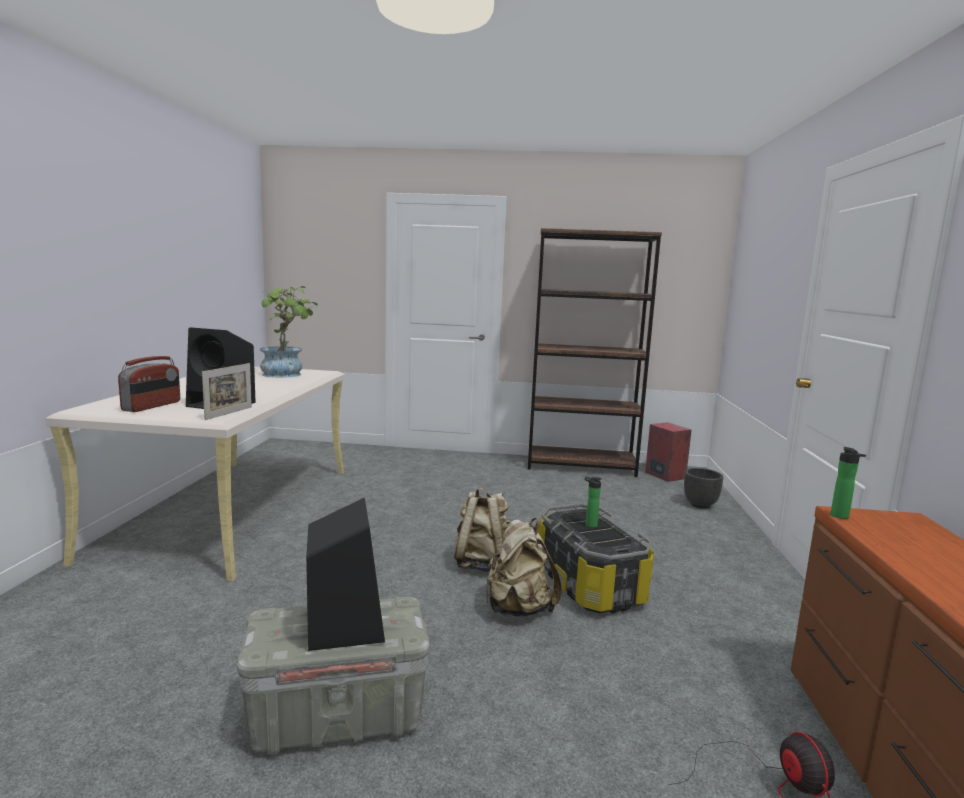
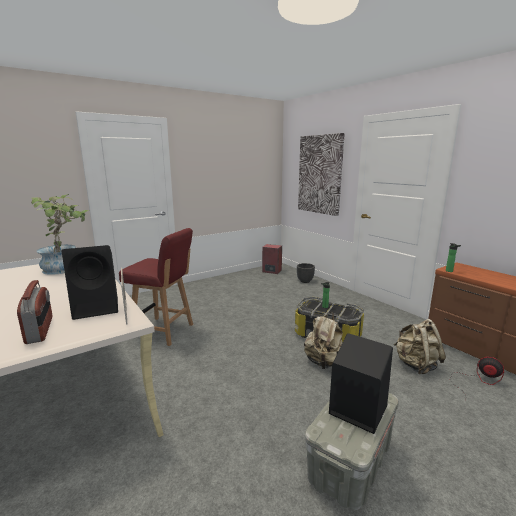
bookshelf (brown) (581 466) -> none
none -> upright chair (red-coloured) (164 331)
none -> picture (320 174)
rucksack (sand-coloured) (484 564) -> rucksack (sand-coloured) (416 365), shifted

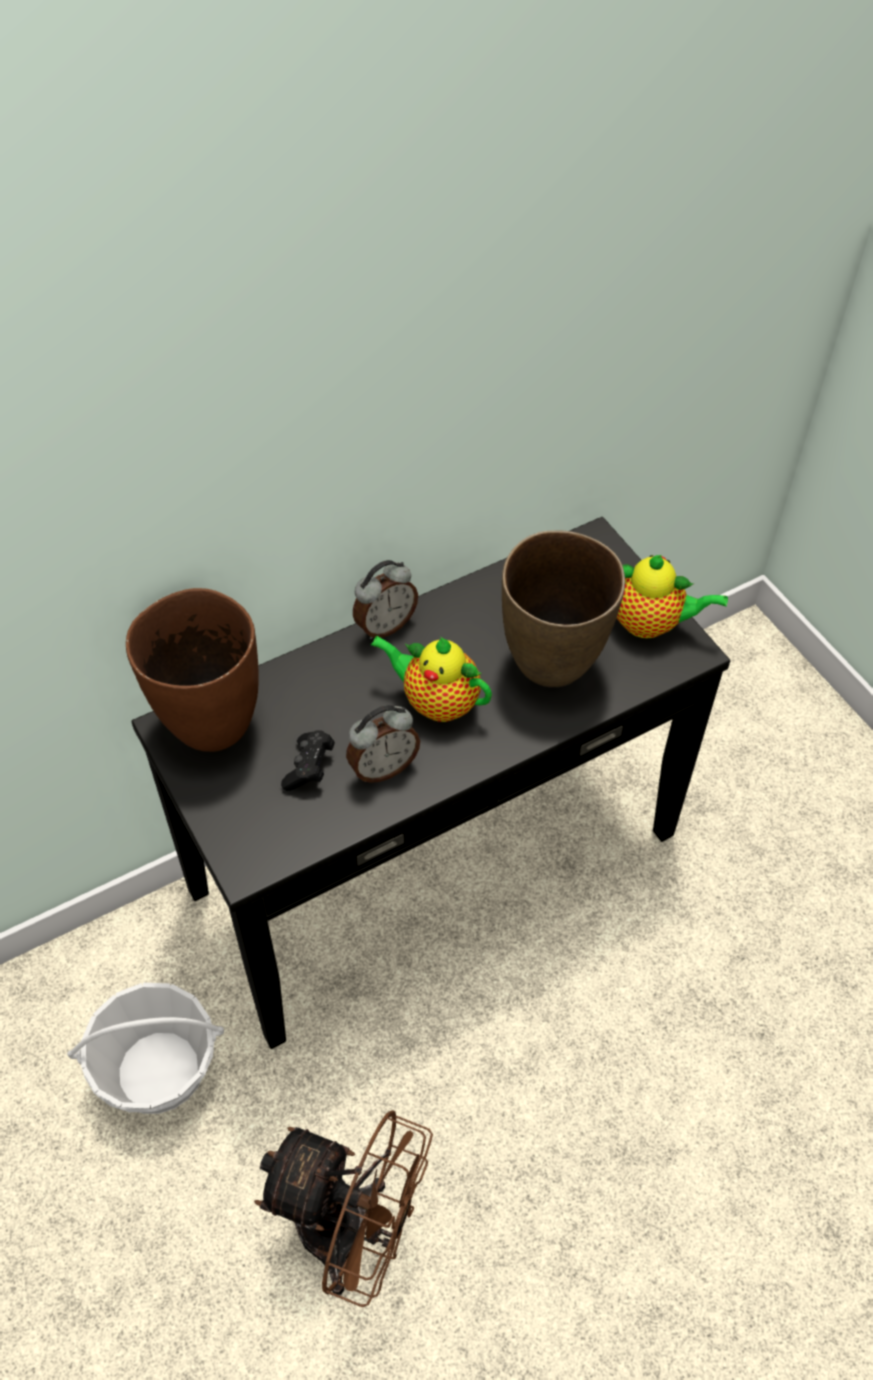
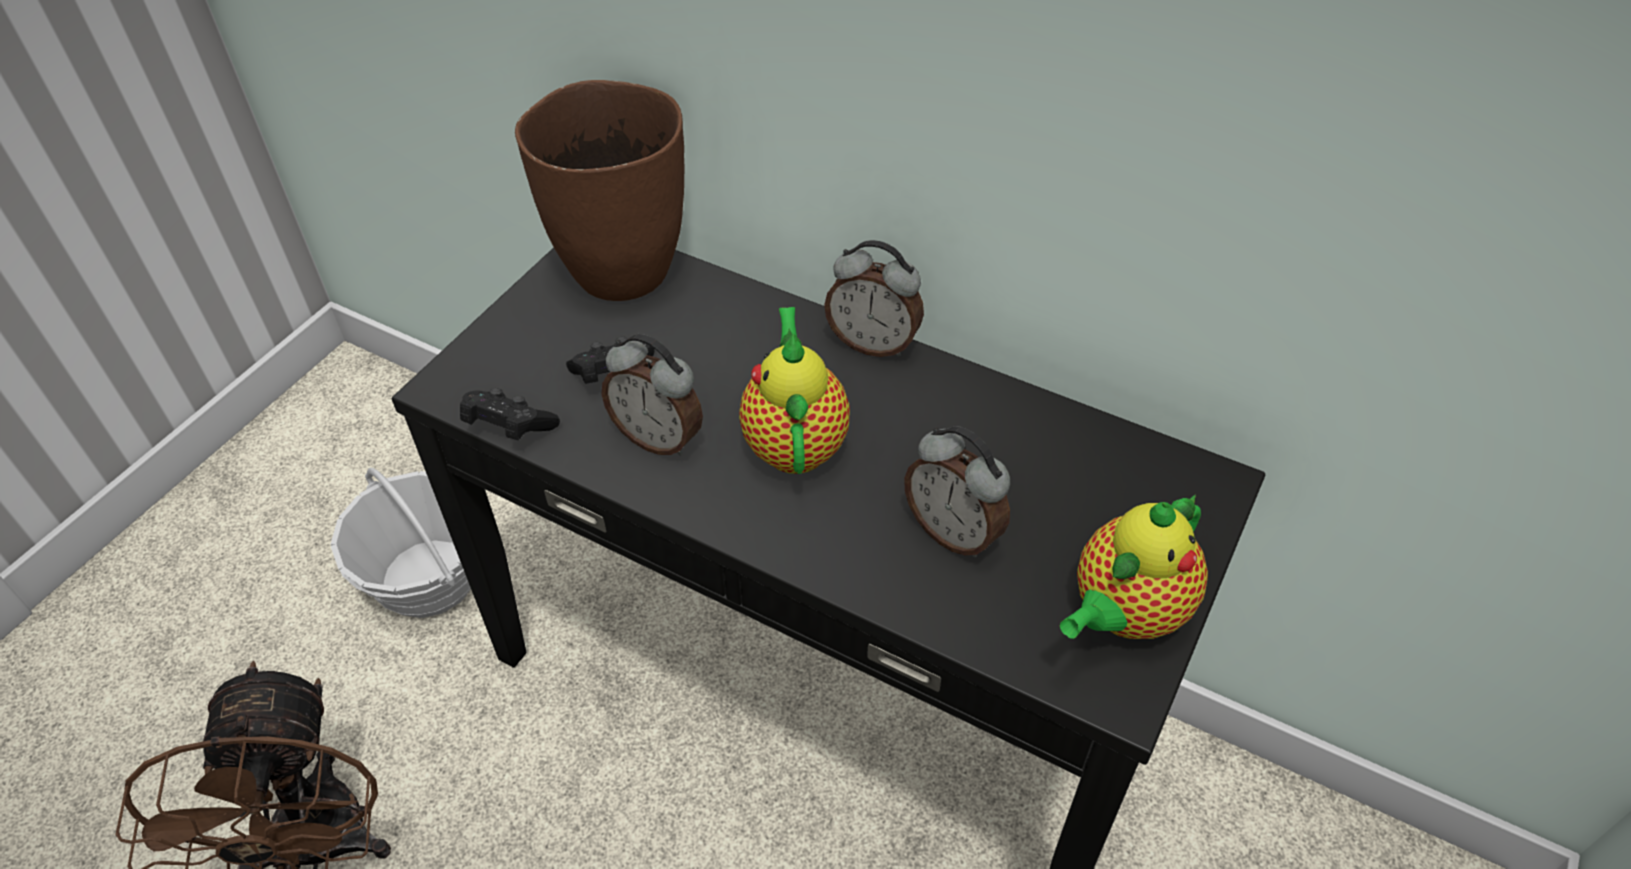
none -> game controller (black-coloured) (509 427)
vase (brown) (553 663) -> alarm clock (954 532)
teapot (650 623) -> teapot (1124 614), 60 degrees clockwise

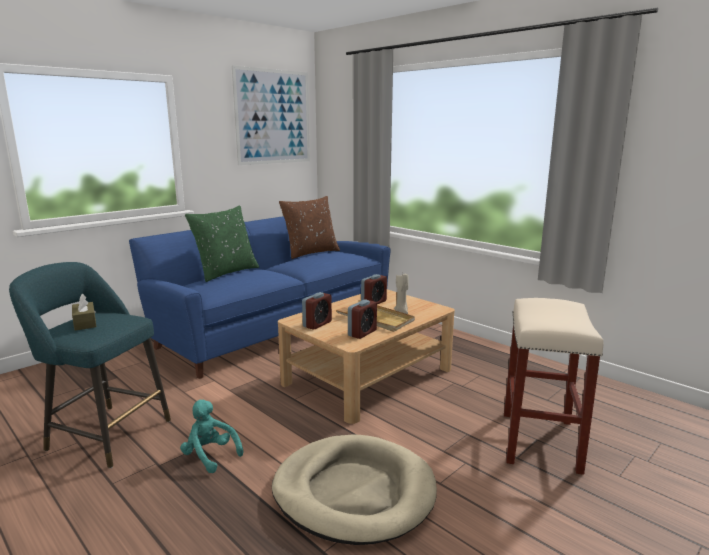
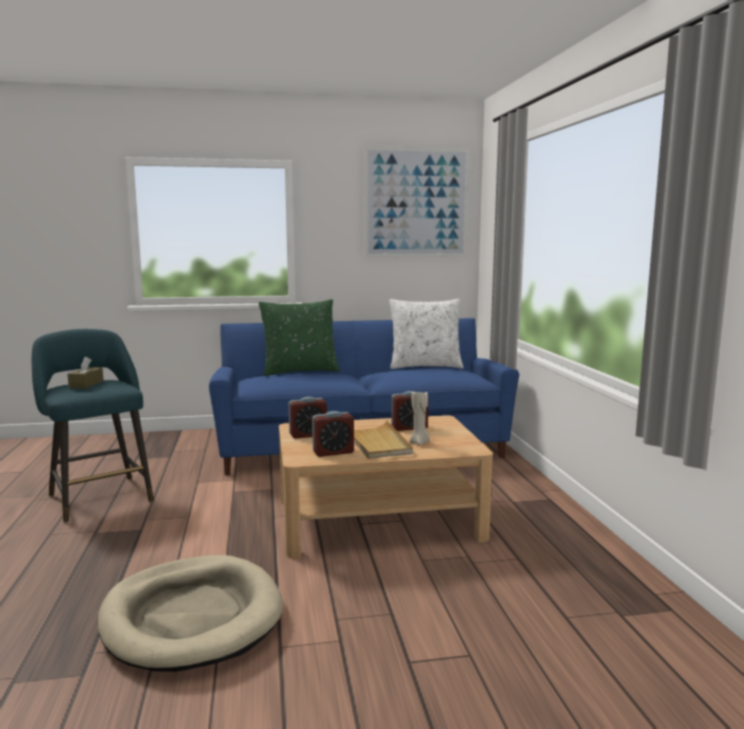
plush toy (turquoise-coloured) (210 456) -> none
stool (sand-coloured) (541 442) -> none
throw pillow (brown) (310 253) -> throw pillow (white-coloured) (425 366)

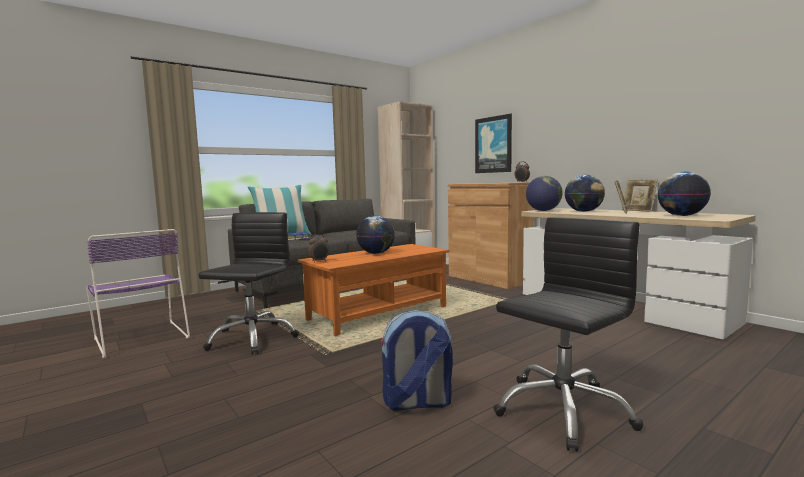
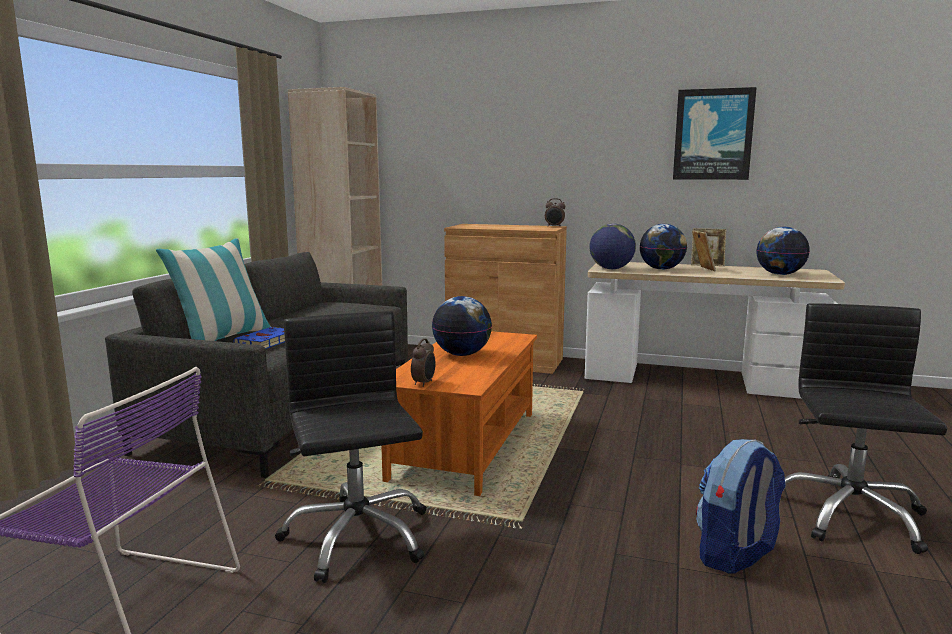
picture (493 144) -> picture (713 134), shifted

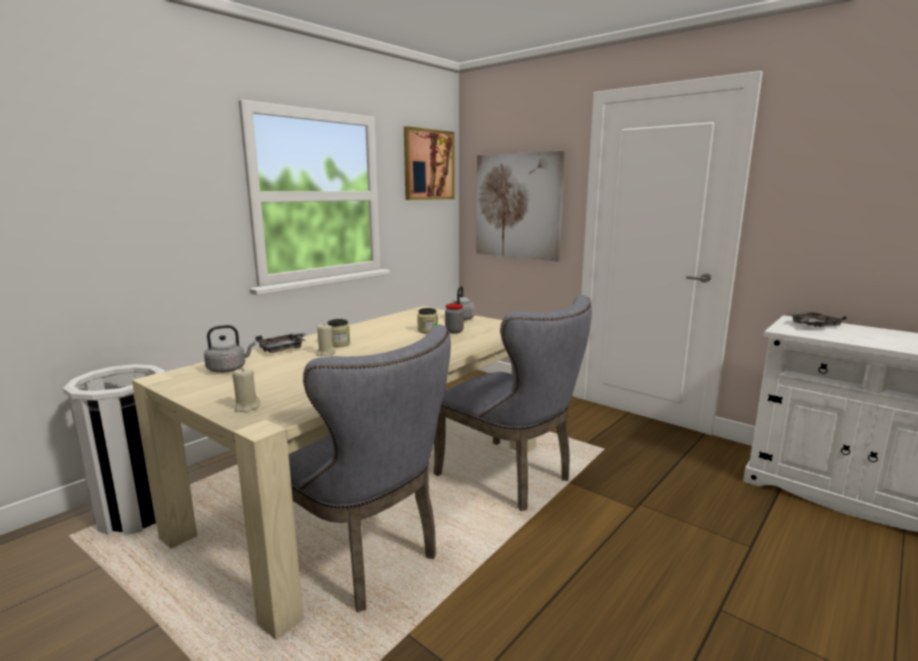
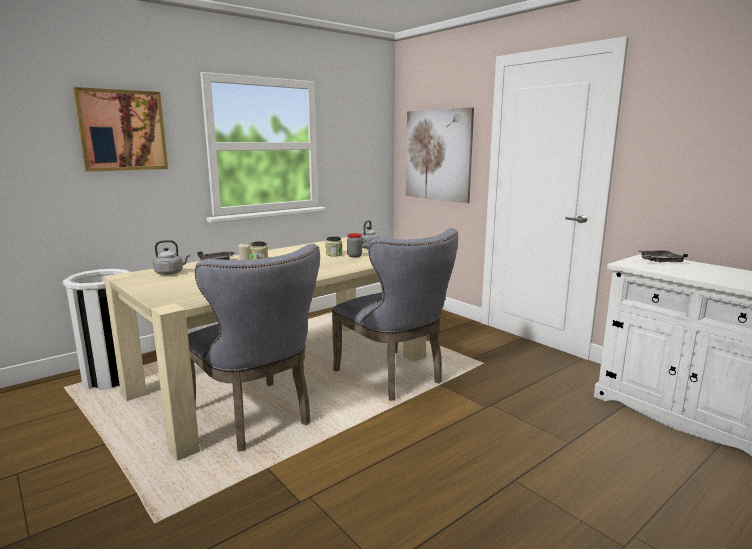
wax light (sand-coloured) (247 407) -> none
picture (428 165) -> picture (122 130), shifted

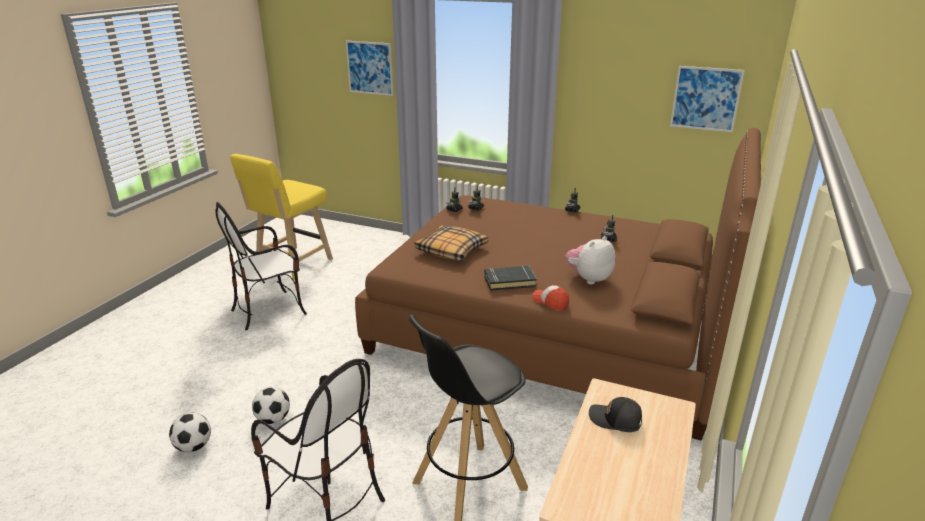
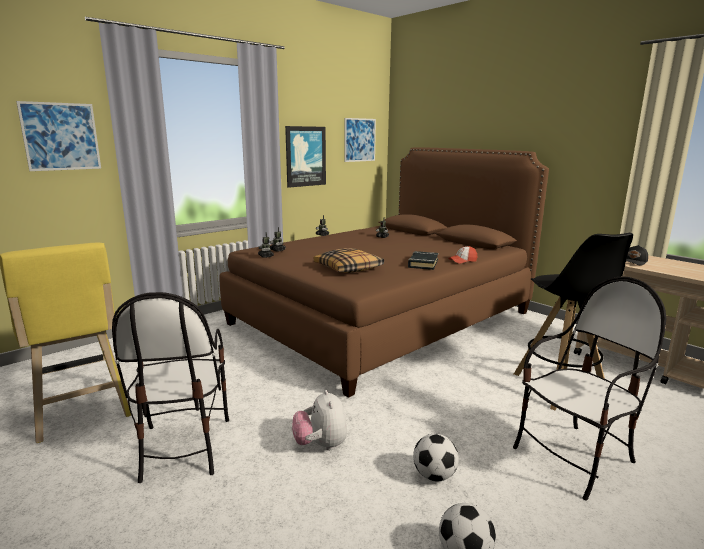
none -> picture (305 156)
plush toy (588 278) -> plush toy (321 445), shifted

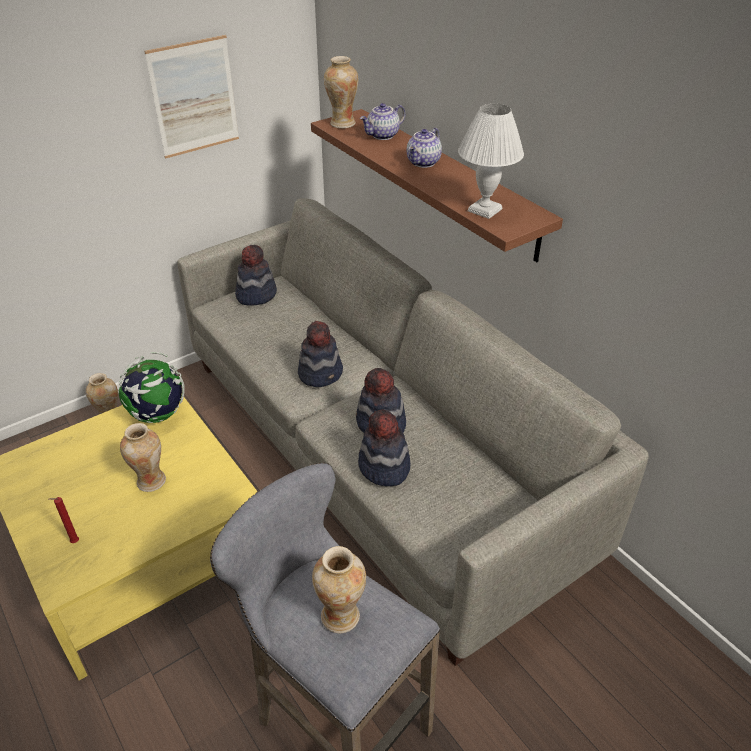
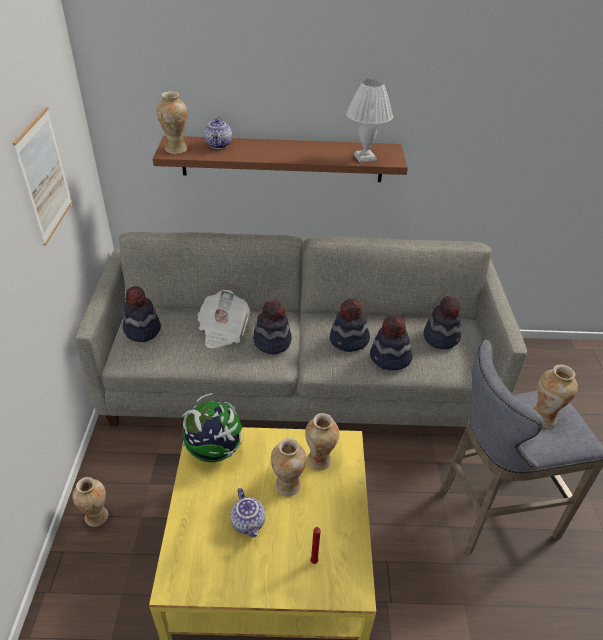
none -> daily paper (223 331)
none -> vase (319 460)
none -> clothing hat (441 337)
teapot (424 163) -> teapot (249 522), shifted

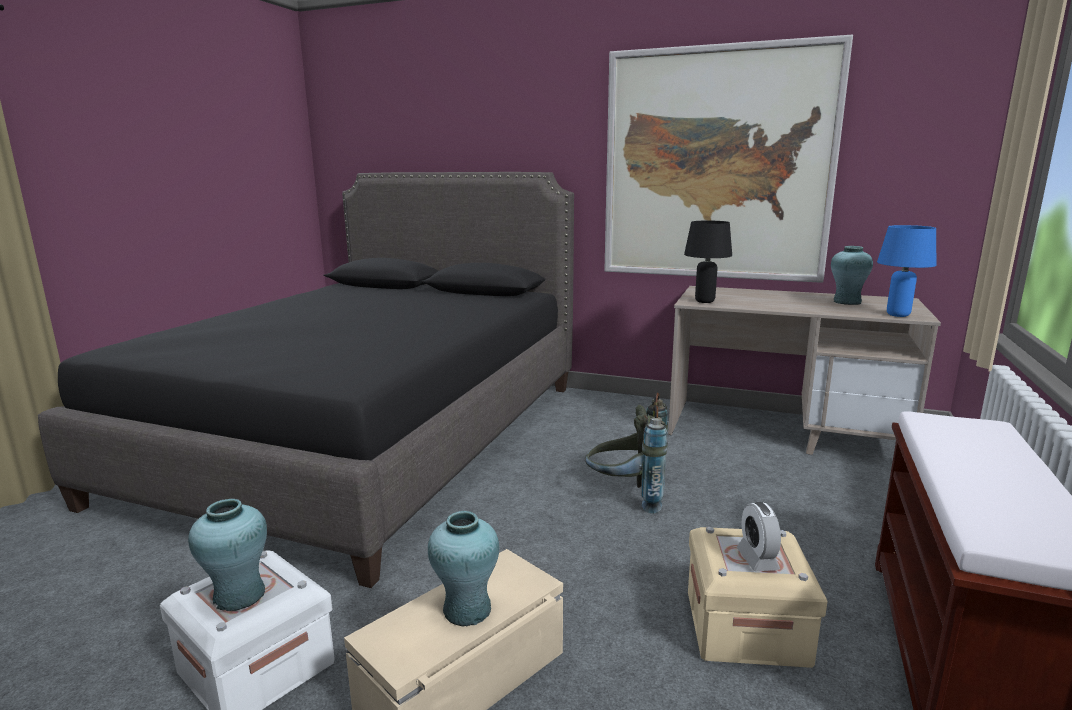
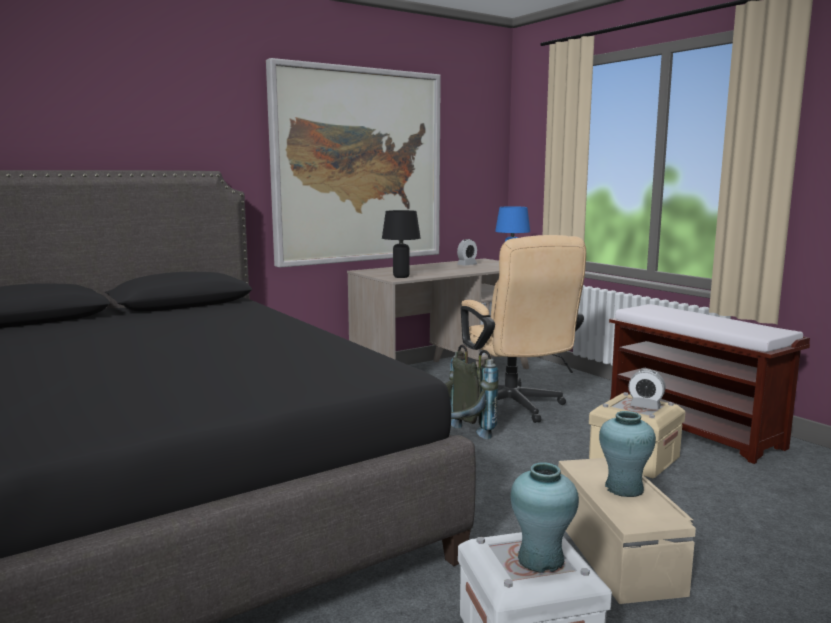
none -> office chair (sand-coloured) (515 408)
vase (turquoise-coloured) (847 302) -> alarm clock (467 265)

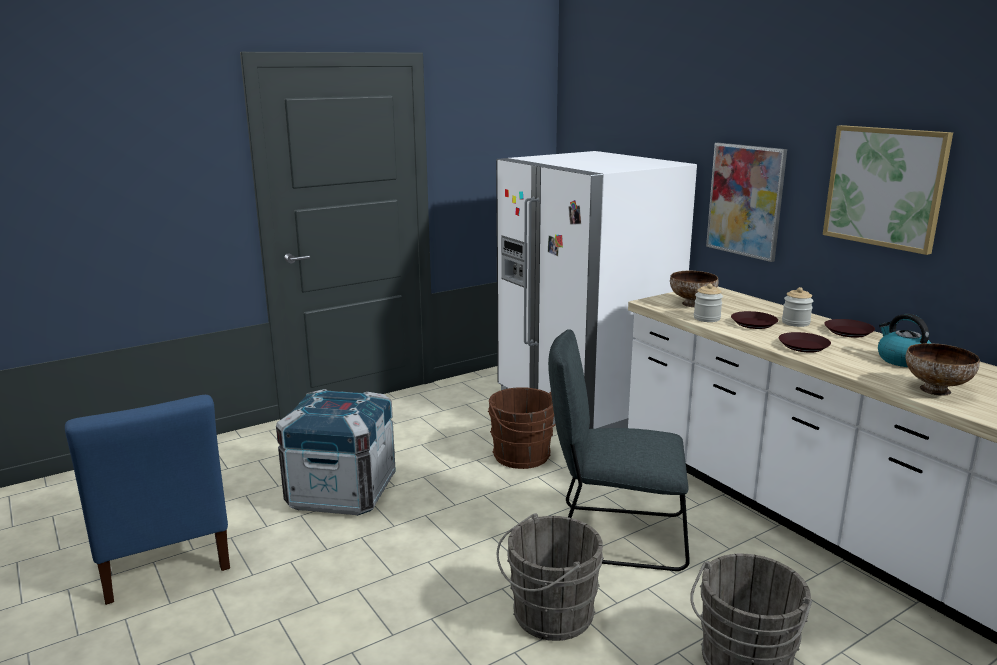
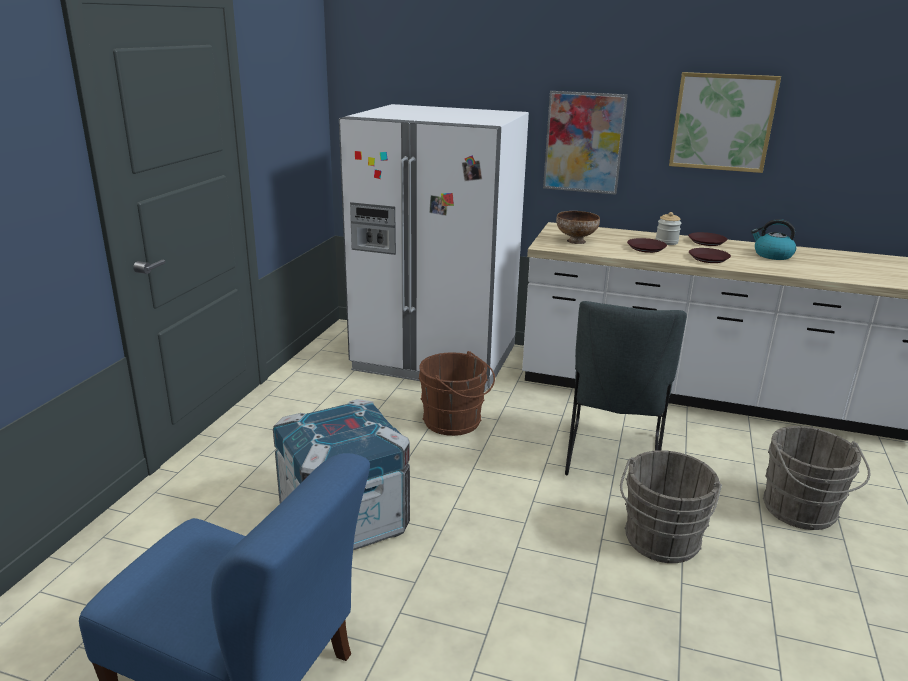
preserve jar (706 318) -> none
deep dish (936 390) -> none
upright chair (gray) (615 536) -> upright chair (gray) (612 459), 45 degrees counterclockwise

